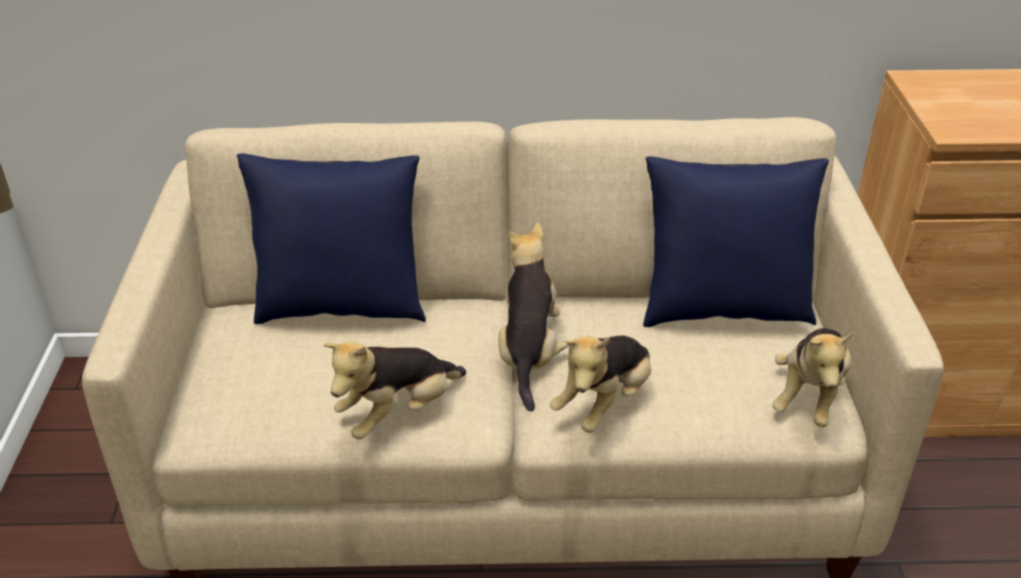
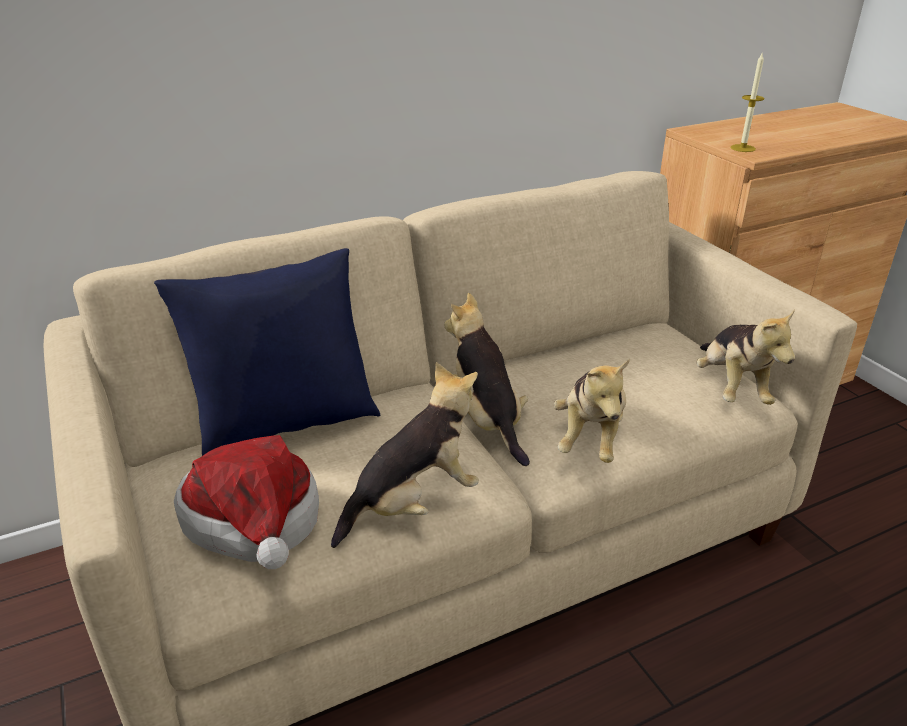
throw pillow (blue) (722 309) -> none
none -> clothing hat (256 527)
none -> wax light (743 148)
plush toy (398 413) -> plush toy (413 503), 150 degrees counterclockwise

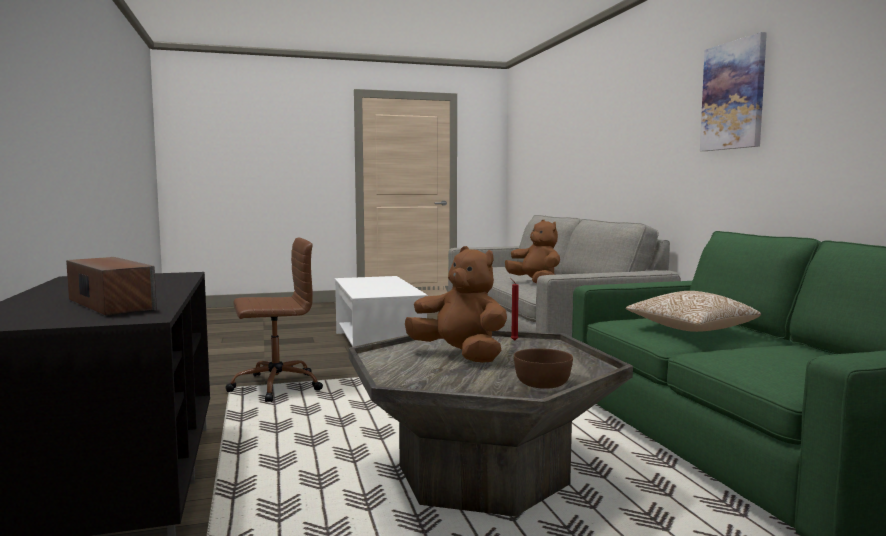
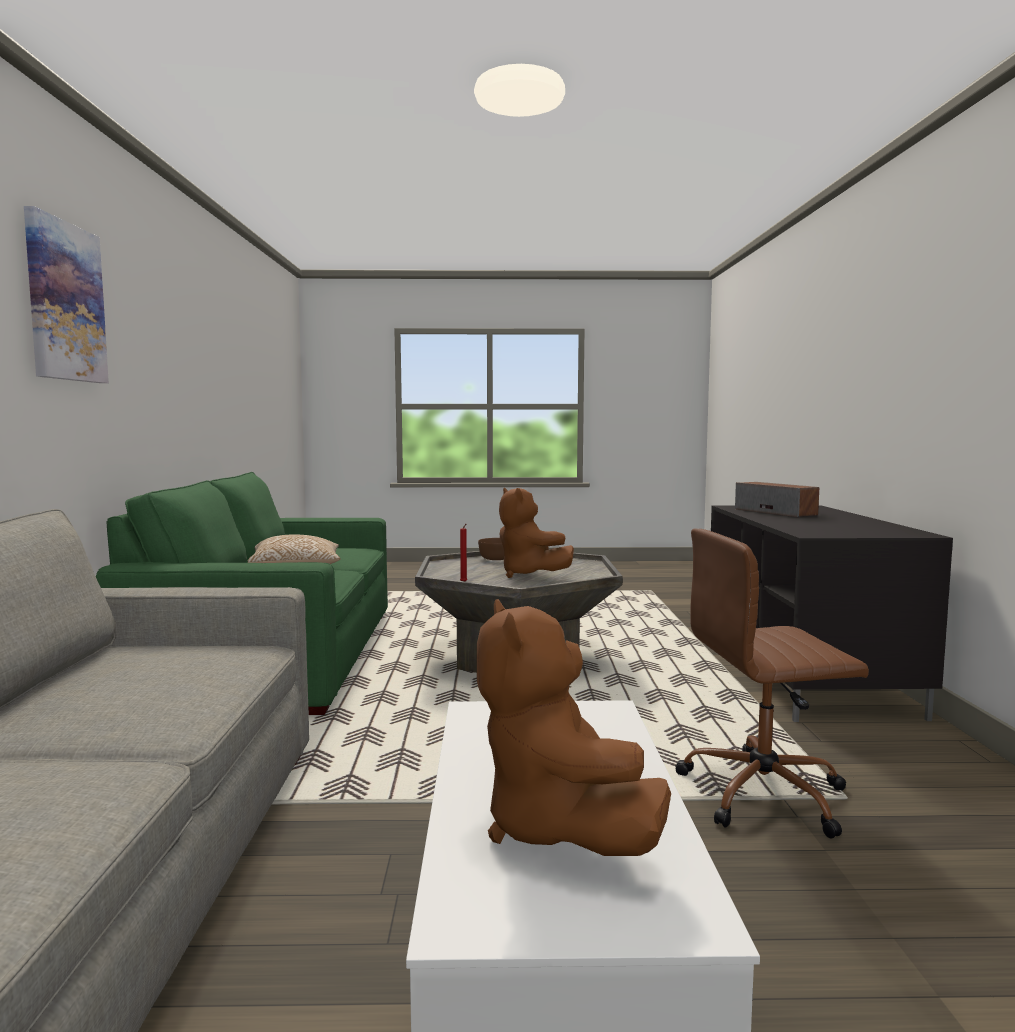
plush toy (brown) (535 283) -> plush toy (brown) (558 829), shifted

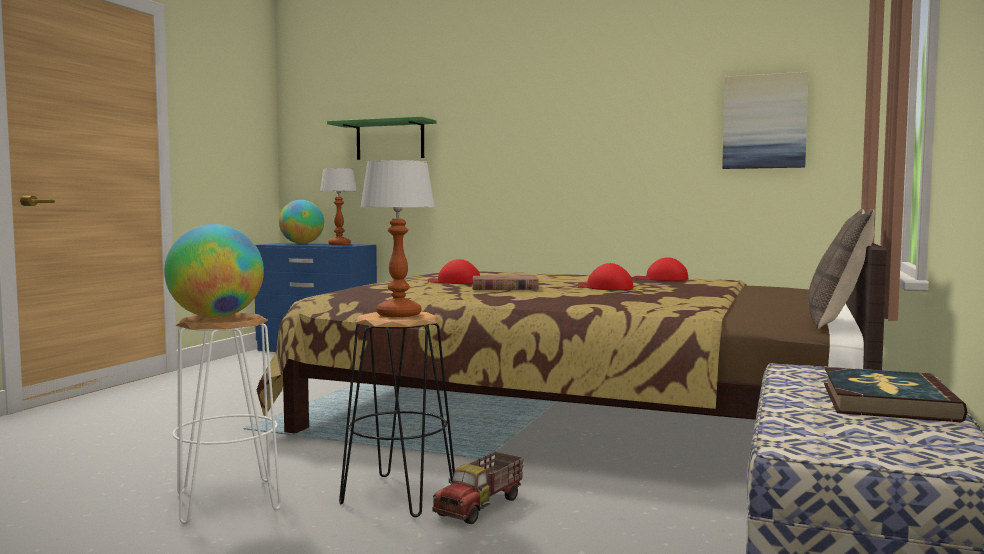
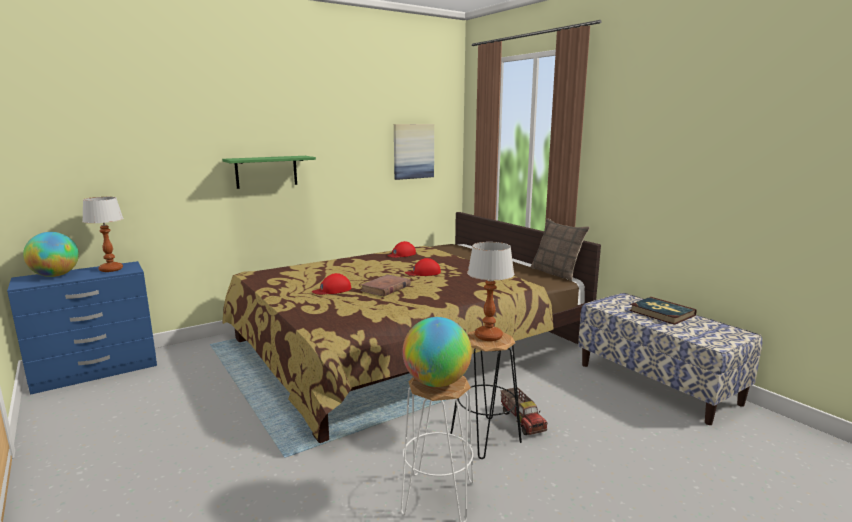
shelf (green) (390 140) -> shelf (green) (266 171), shifted

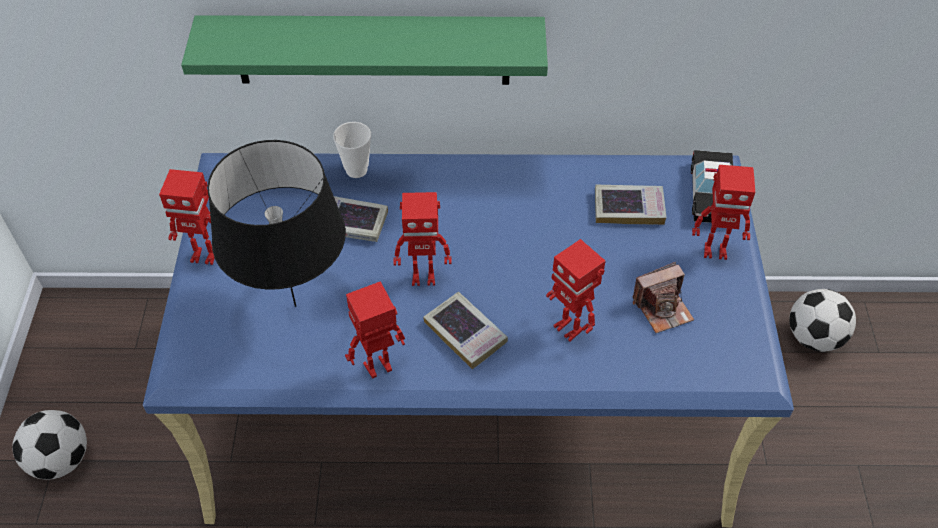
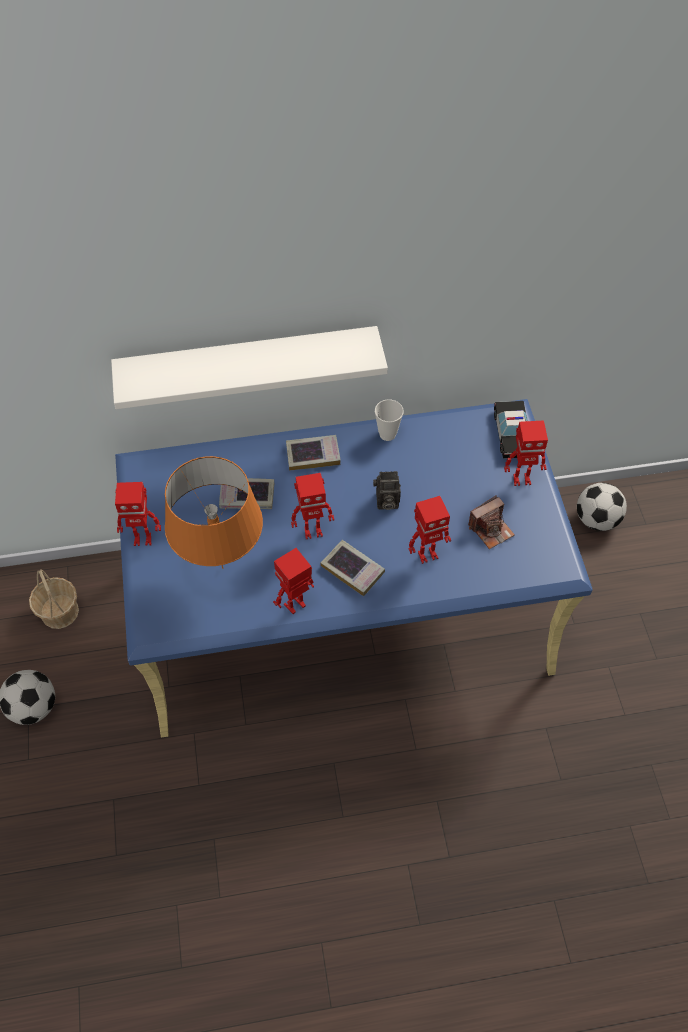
none -> basket (60 611)
none -> still camera (386 502)
cup (356 170) -> cup (387 434), shifted
book (628 208) -> book (313 455), shifted
shelf (green) (372 50) -> shelf (white-coloured) (248 364)
table lamp (black-coloured) (295 306) -> table lamp (orange) (223 568)
robot figure (569 328) -> robot figure (427 554), 60 degrees counterclockwise

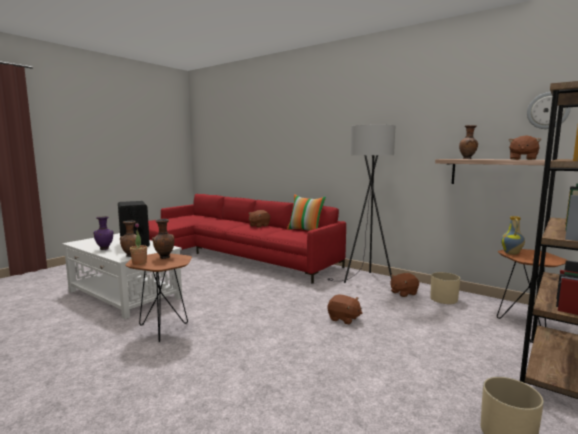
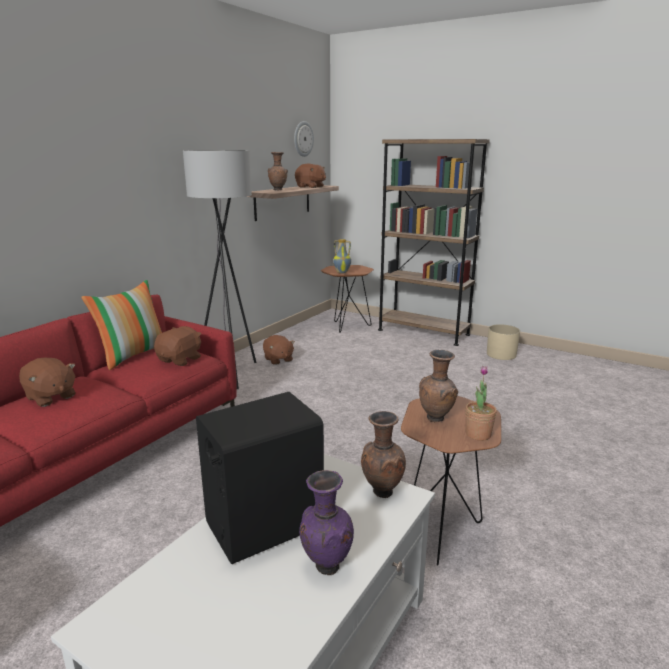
flower pot (sand-coloured) (443 299) -> none
plush toy (brown) (344 319) -> plush toy (brown) (180 360), shifted

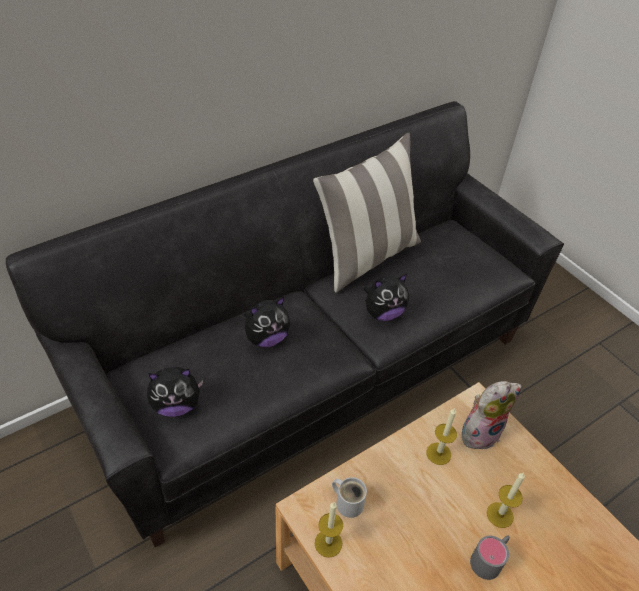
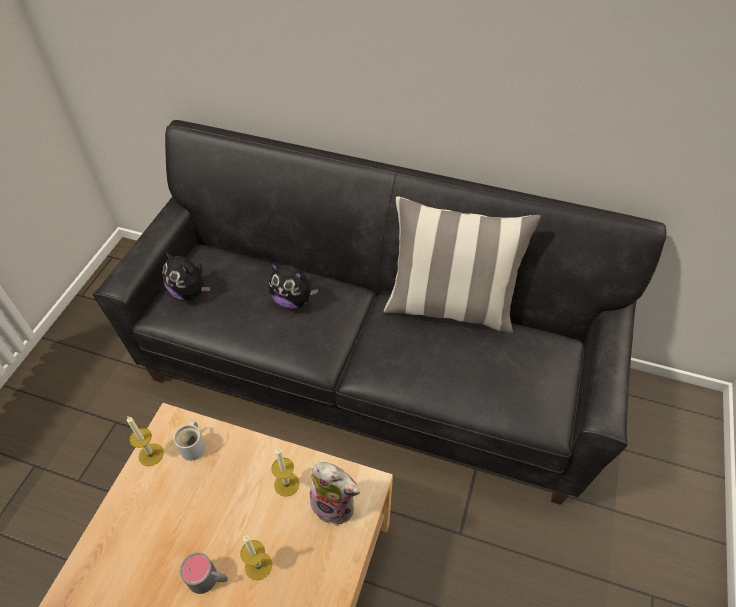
plush toy (383 313) -> none

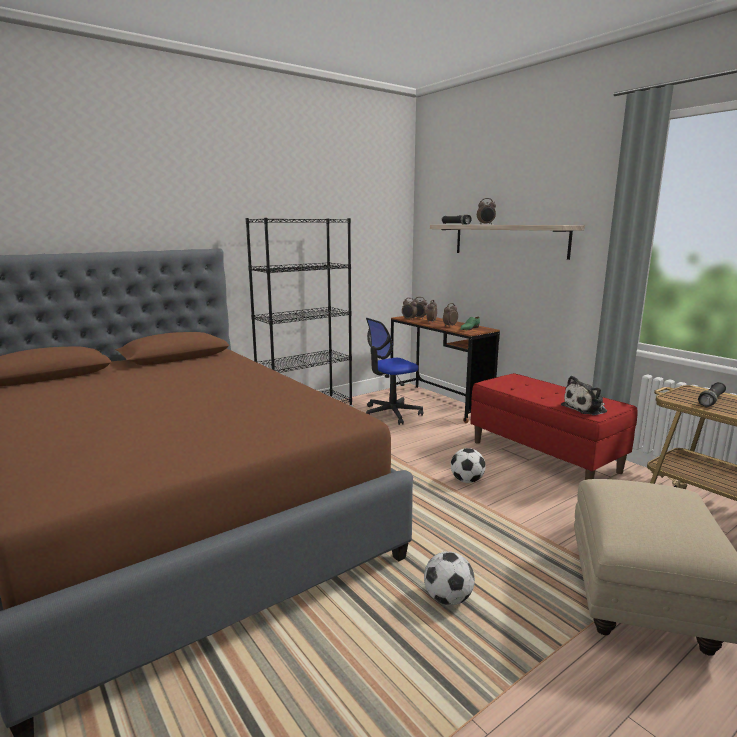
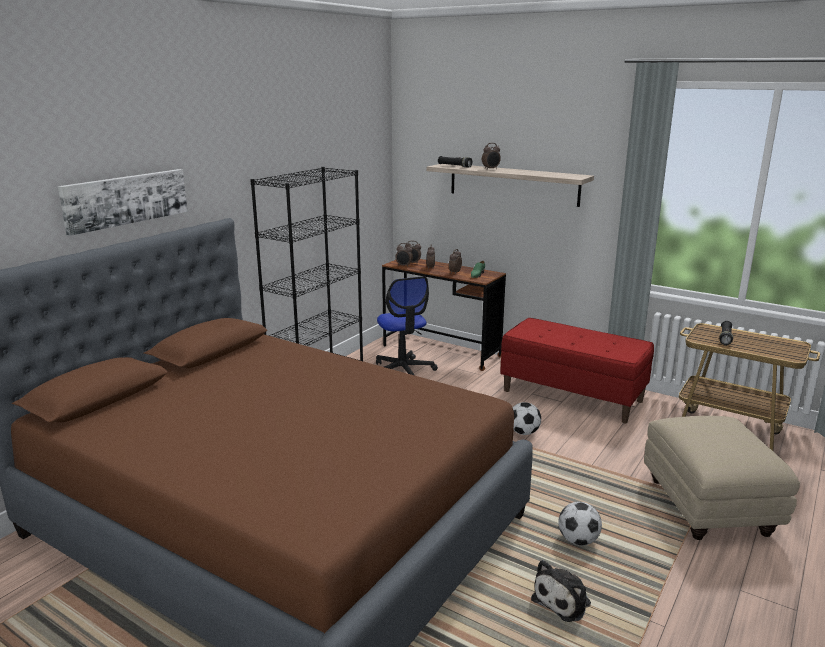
none -> picture (126 199)
plush toy (586 408) -> plush toy (563 600), shifted
office chair (391 413) -> office chair (403 371), 60 degrees counterclockwise

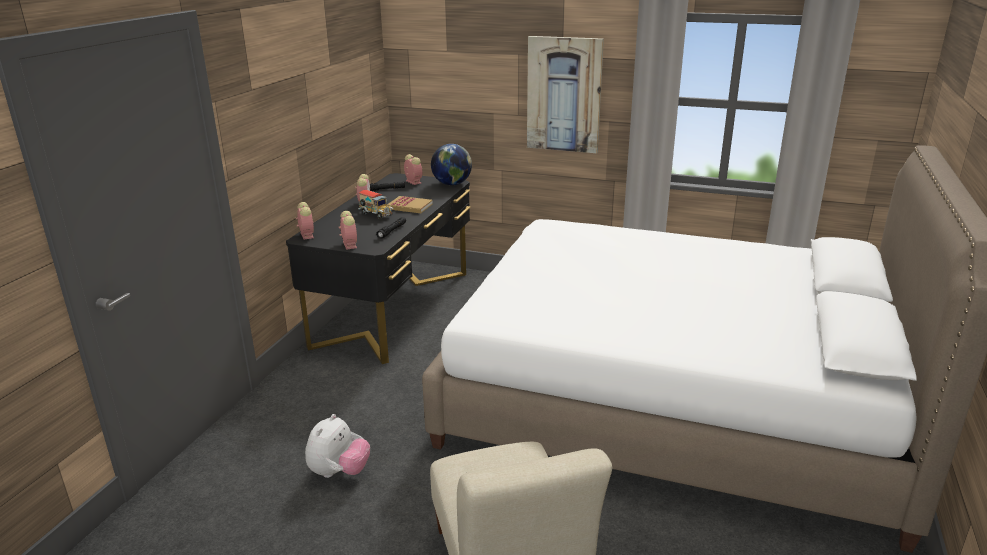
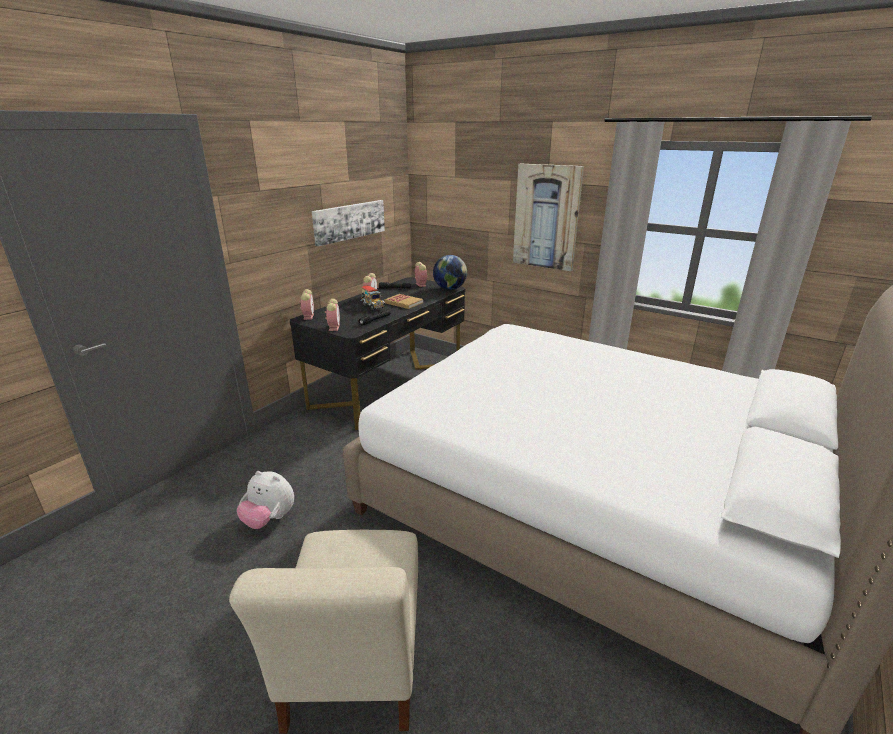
none -> picture (349 221)
plush toy (339 472) -> plush toy (269 519), 75 degrees clockwise

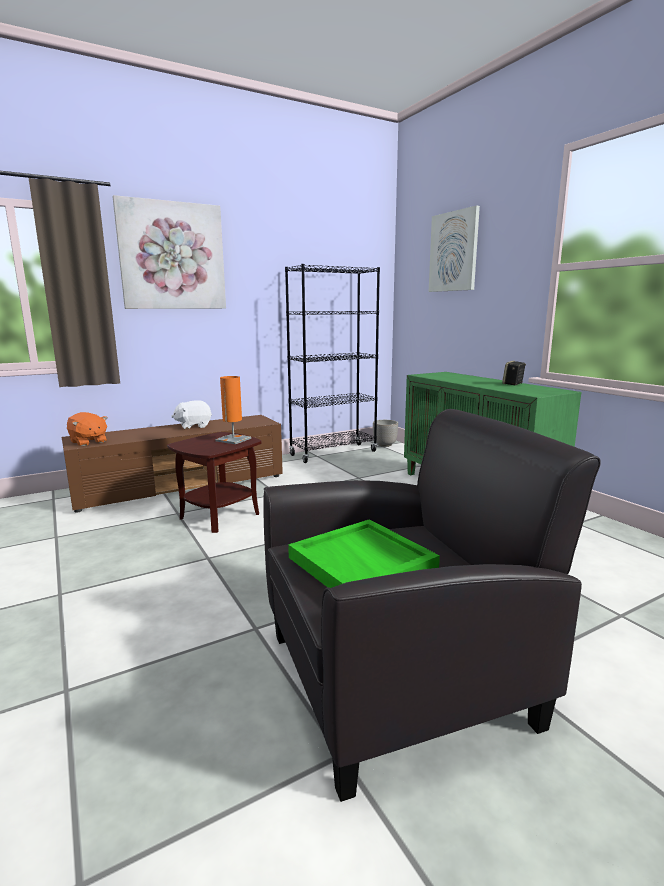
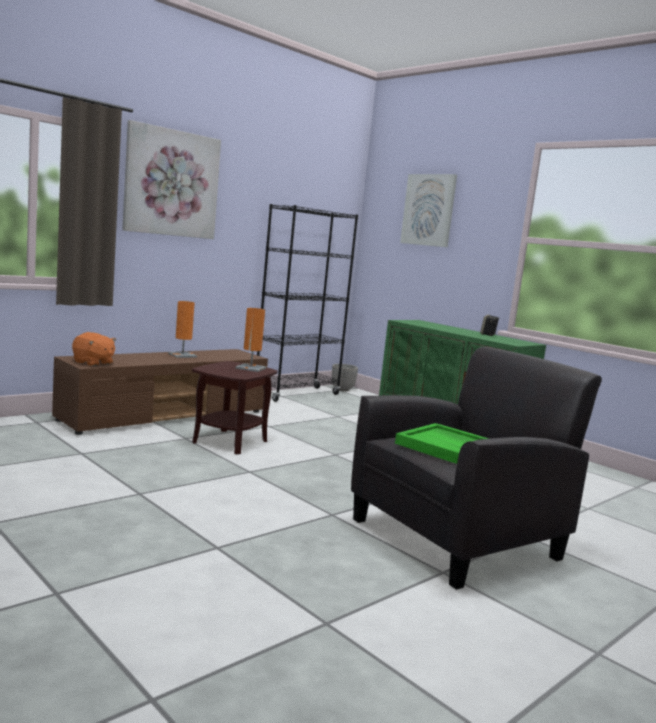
plush toy (white-coloured) (193 426) -> table lamp (orange) (182 355)

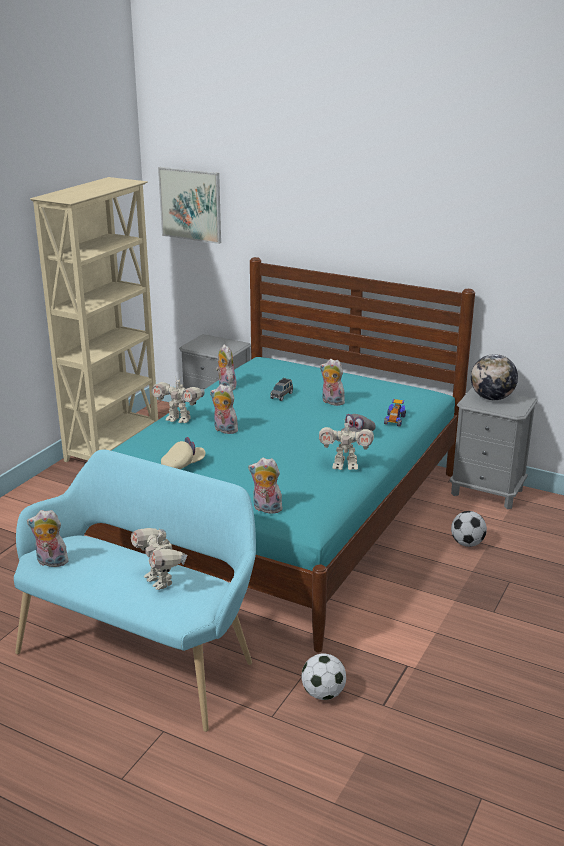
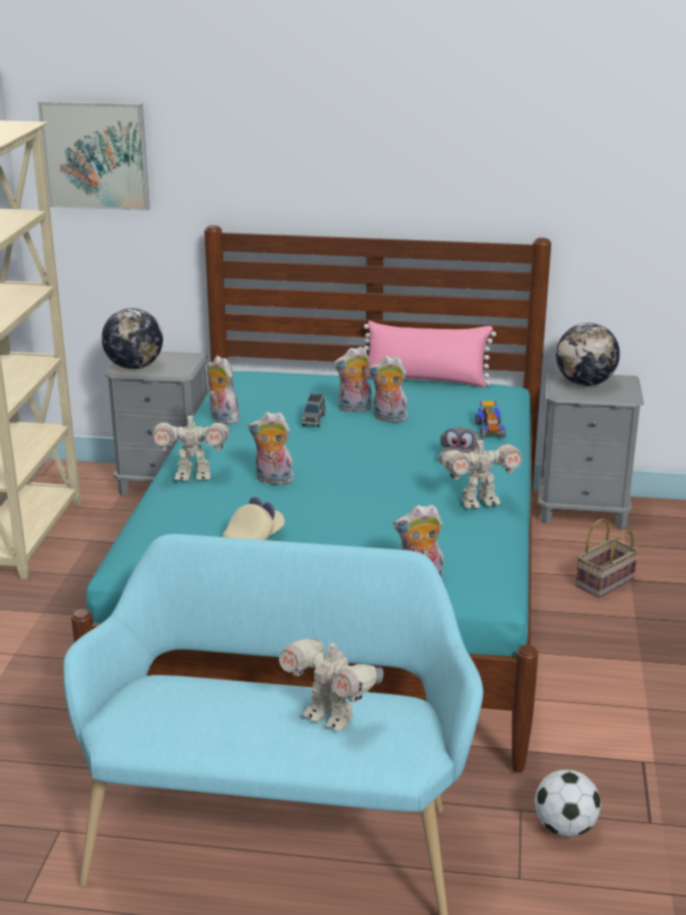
none -> desk globe (134 367)
none -> throw pillow (pink) (425 380)
plush toy (51 562) -> plush toy (354 409), shifted
football ball (467 544) -> basket (604 583)

